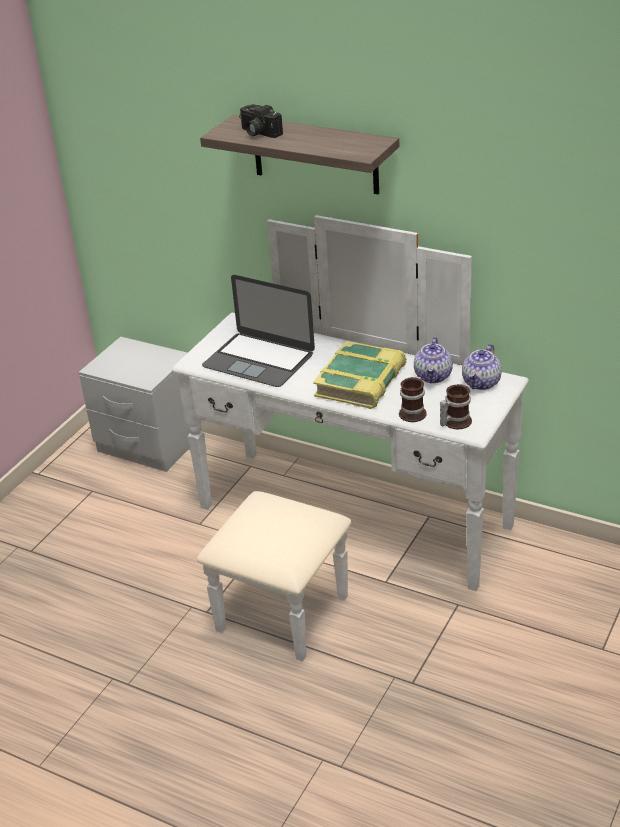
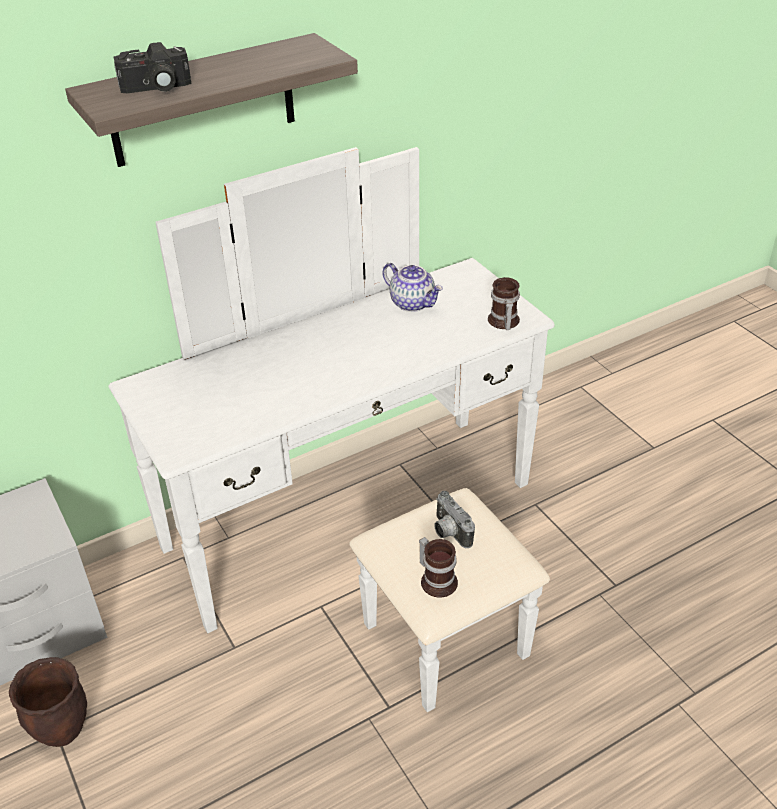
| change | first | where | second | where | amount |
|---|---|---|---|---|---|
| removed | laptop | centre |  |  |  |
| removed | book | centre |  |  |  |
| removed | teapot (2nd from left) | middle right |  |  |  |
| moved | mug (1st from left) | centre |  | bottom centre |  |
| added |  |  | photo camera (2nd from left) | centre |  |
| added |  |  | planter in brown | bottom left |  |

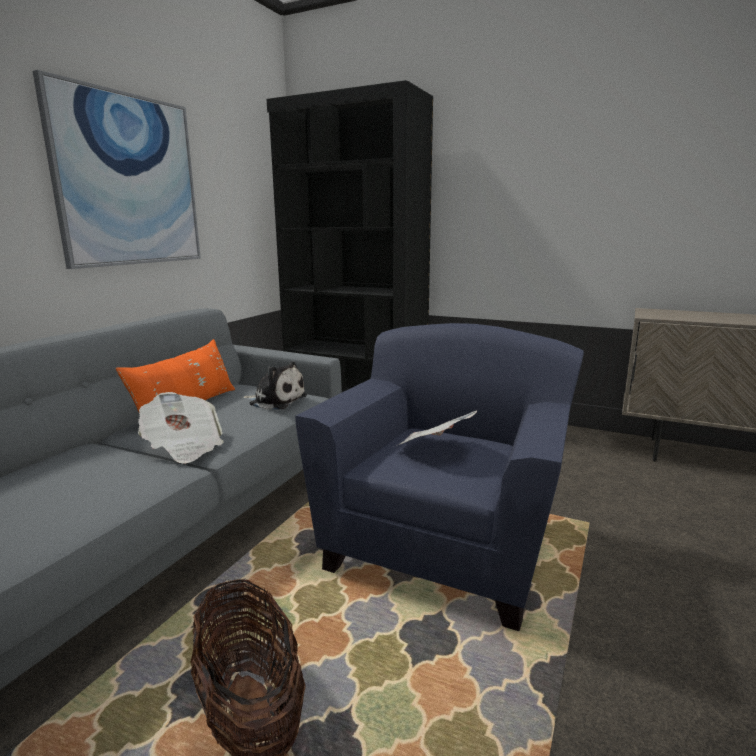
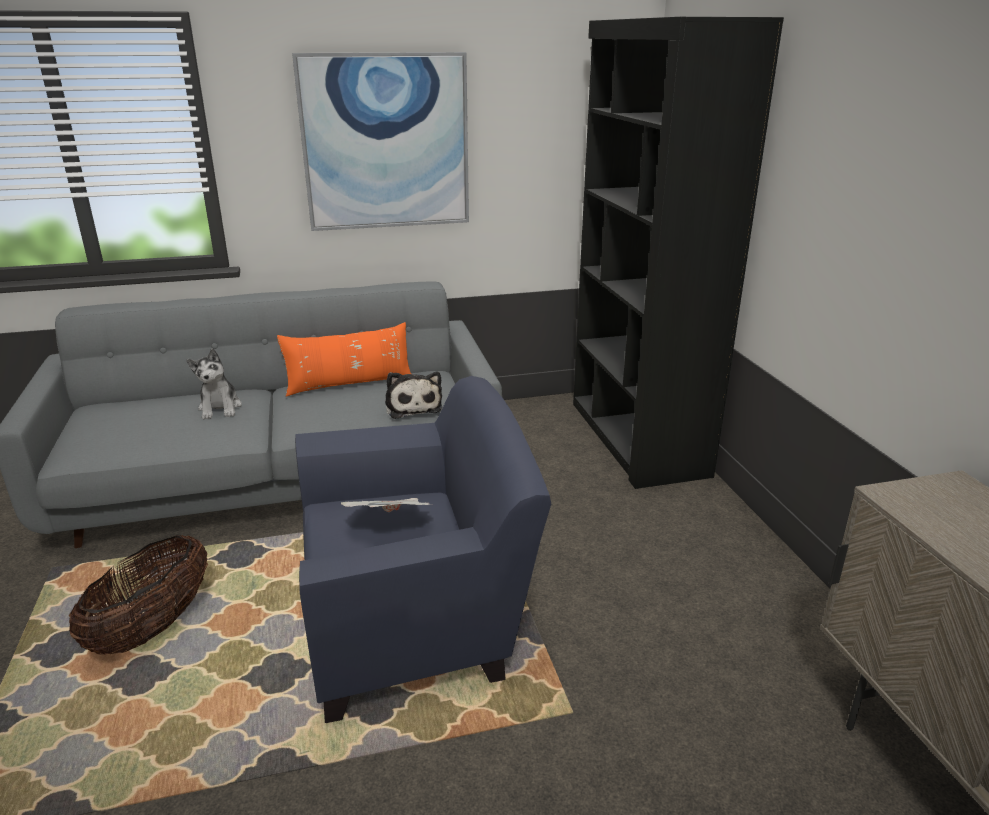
| change | first | where | second | where | amount |
|---|---|---|---|---|---|
| removed | newspaper (1st from left) | middle left |  |  |  |
| added |  |  | plush toy (1st from left) | middle left |  |

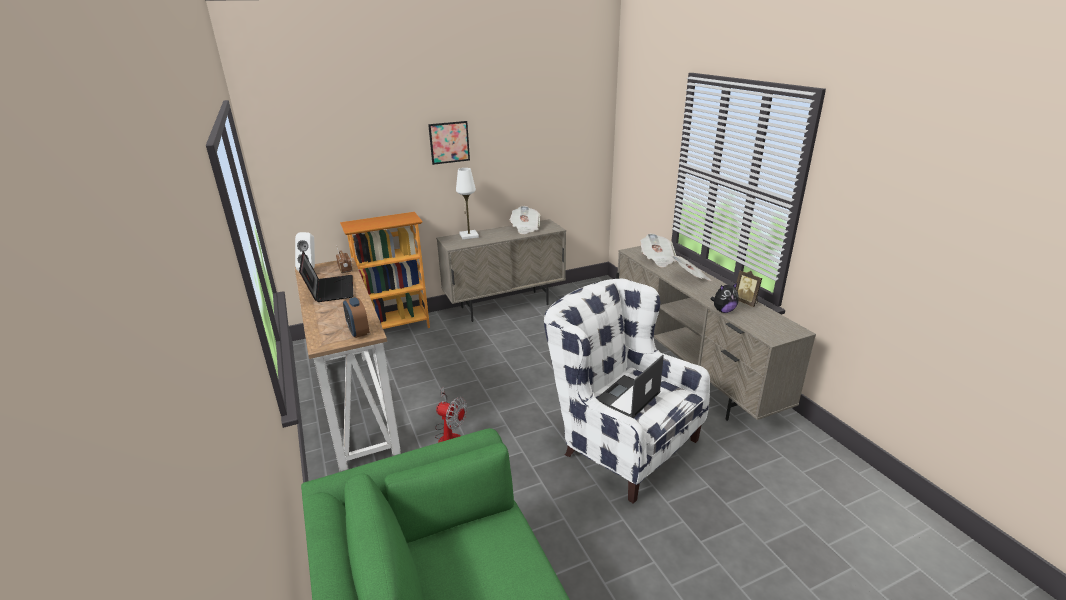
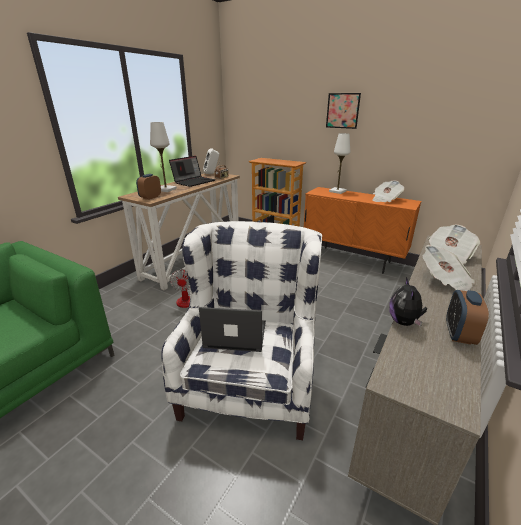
| change | first | where | second | where | amount |
|---|---|---|---|---|---|
| recoloured | cabinet in beige | centre | cabinet in orange | middle right |  |
| replaced | picture frame | middle right | alarm clock (2nd from left) | middle right |  |
| turned | plush toy | middle right |  | middle right | 60 degrees clockwise |
| added |  |  | table lamp in white (1st from left) | top left |  |

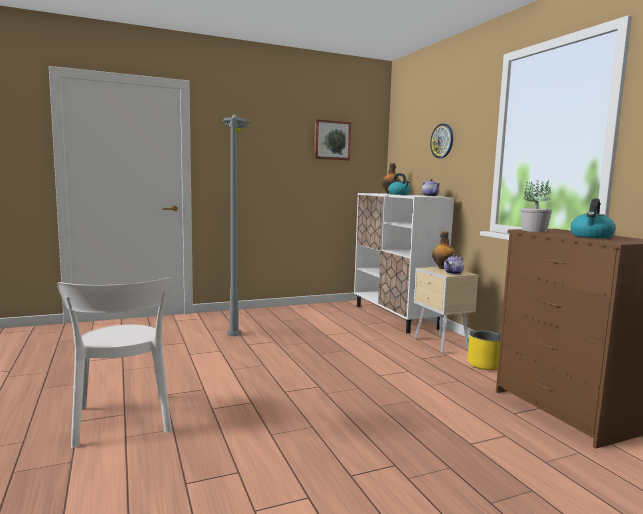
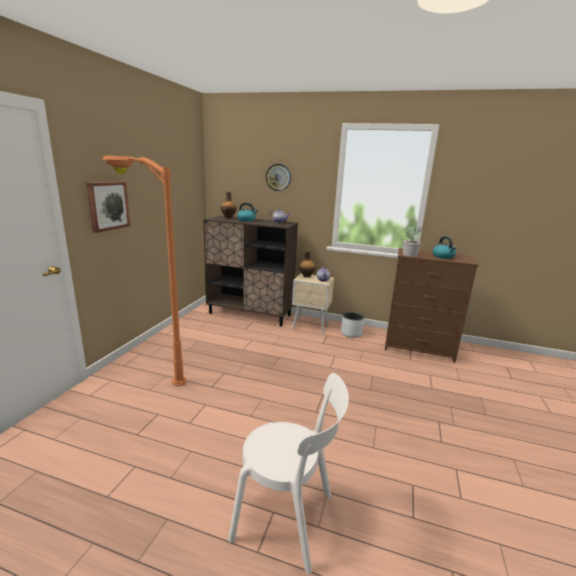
| change | first | where | second | where | amount |
|---|---|---|---|---|---|
| recoloured | floor lamp in grey | centre | floor lamp in orange | middle left |  |
| moved | picture | top centre |  | middle left |  |
| recoloured | cabinet in white | centre | cabinet in brown | centre |  |
| recoloured | planter in yellow | bottom right | planter in grey | centre |  |

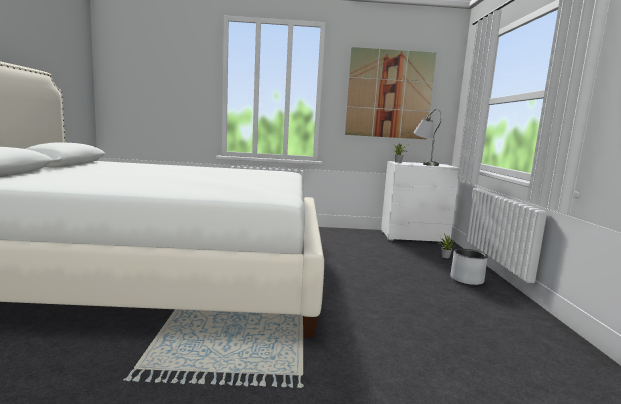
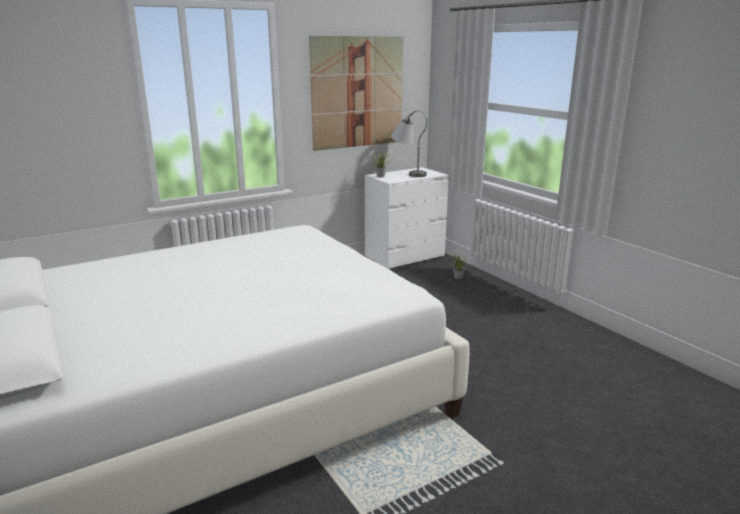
| change | first | where | second | where | amount |
|---|---|---|---|---|---|
| removed | planter in grey | middle right |  |  |  |

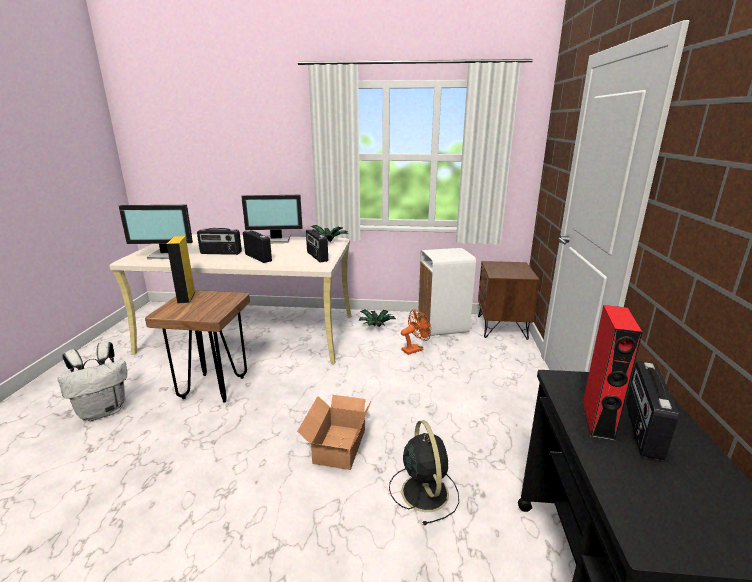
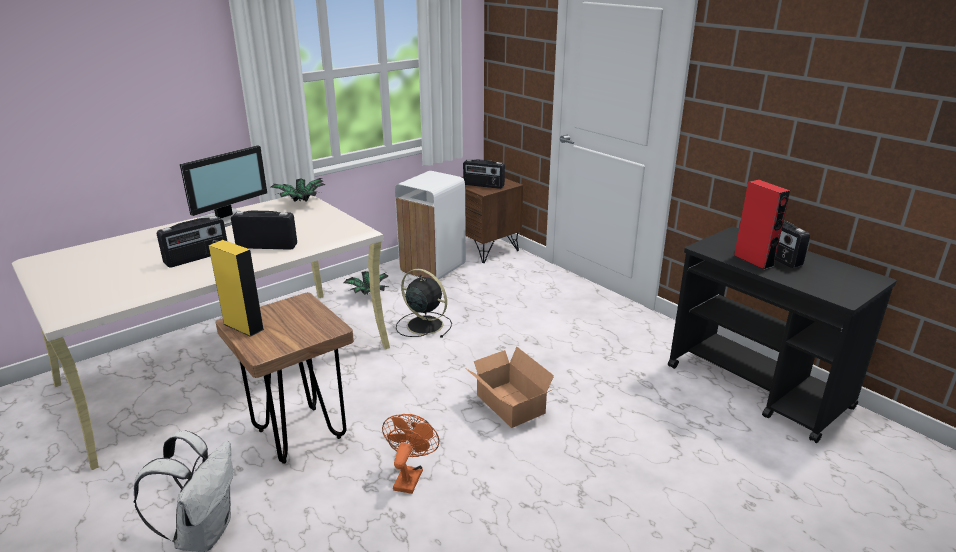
| change | first | where | second | where | amount |
|---|---|---|---|---|---|
| removed | monitor (1st from left) | middle left |  |  |  |
| moved | radio (3rd from left) | centre |  | top centre |  |
| moved | fan in orange | centre |  | bottom centre |  |
| moved | fan in black | bottom centre |  | centre |  |

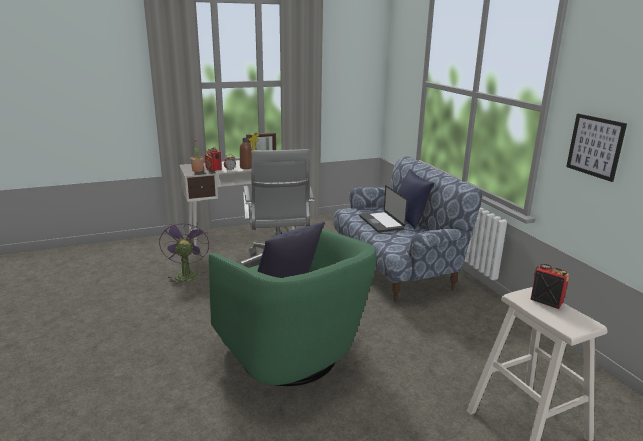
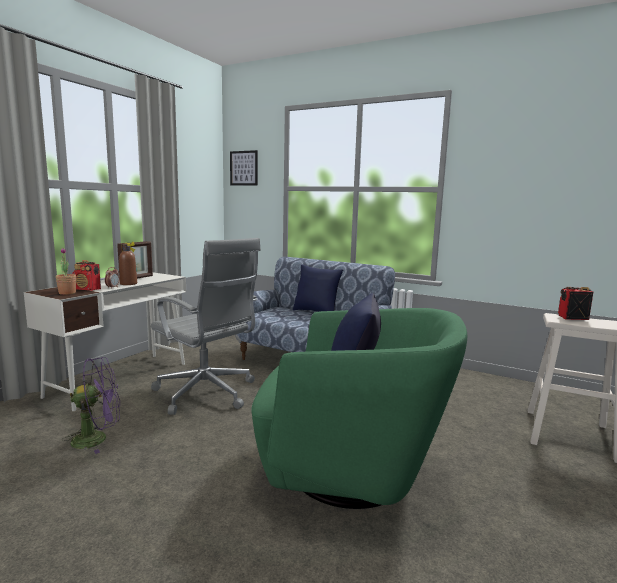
| change | first | where | second | where | amount |
|---|---|---|---|---|---|
| moved | picture | middle right |  | top centre |  |
| removed | laptop | centre |  |  |  |
| turned | fan in purple | middle left |  | bottom left | 120 degrees clockwise |

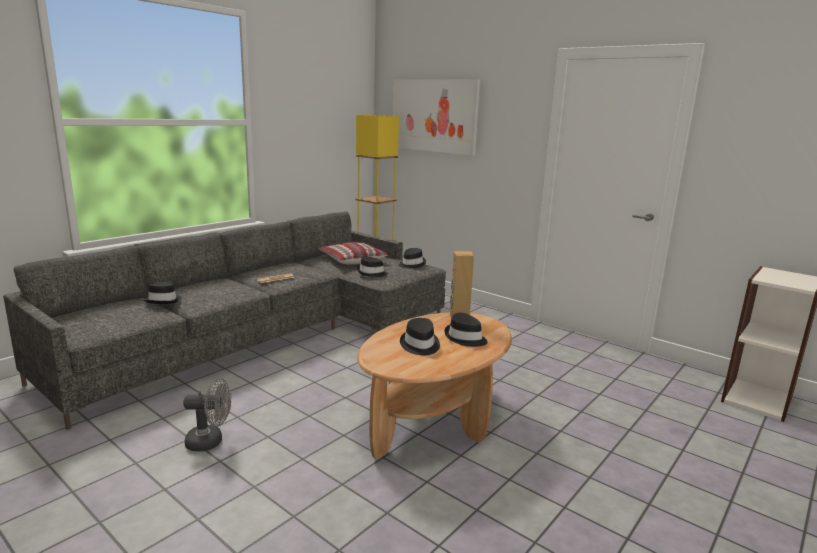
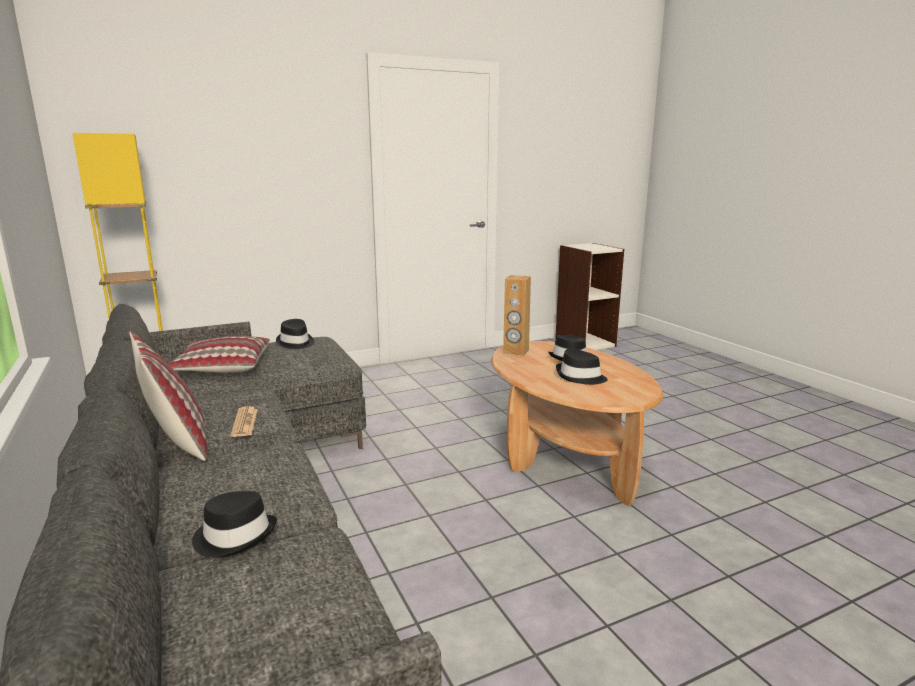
| change | first | where | second | where | amount |
|---|---|---|---|---|---|
| removed | picture | top centre |  |  |  |
| removed | hat in black (2nd from left) | centre |  |  |  |
| removed | fan in grey | bottom left |  |  |  |
| added |  |  | pillow (1st from left) | middle left |  |

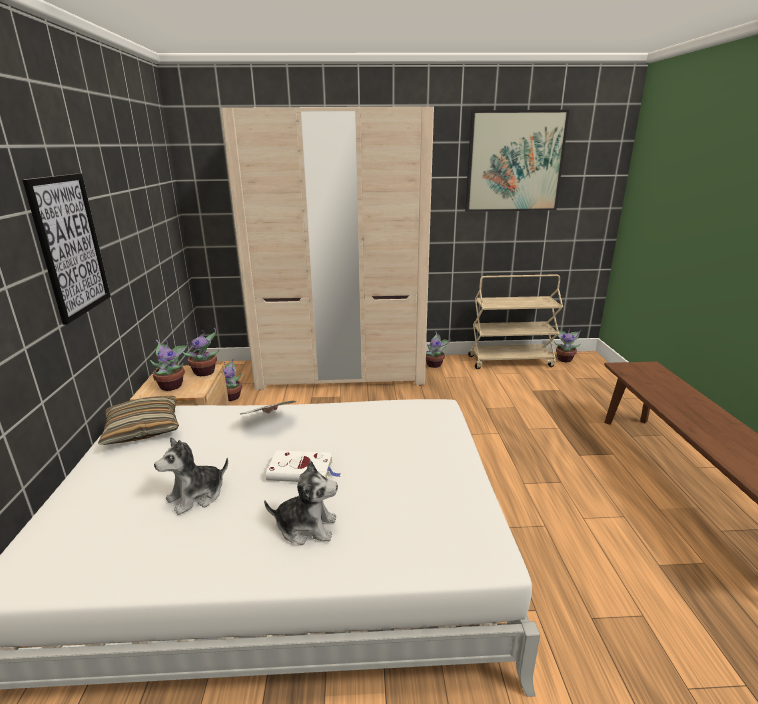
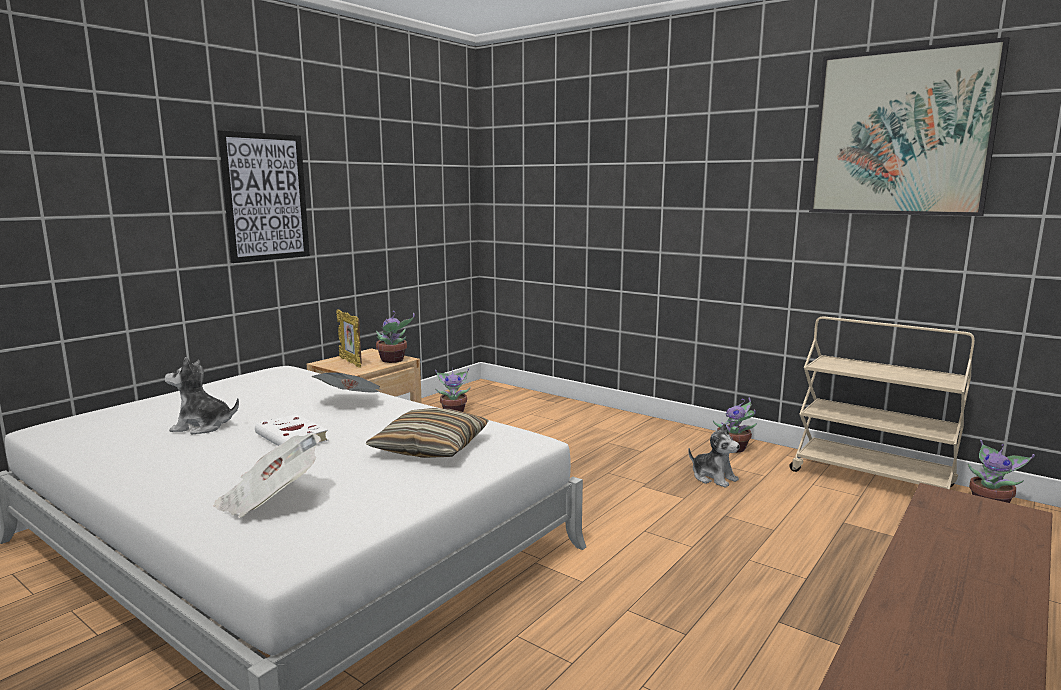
| change | first | where | second | where | amount |
|---|---|---|---|---|---|
| removed | wardrobe in beige | centre |  |  |  |
| replaced | potted plant (1st from left) | middle left | picture frame | middle left |  |
| moved | pillow | middle left |  | centre |  |
| moved | plush toy (2nd from left) | bottom centre |  | middle right |  |
| added |  |  | newspaper (1st from left) | bottom left |  |

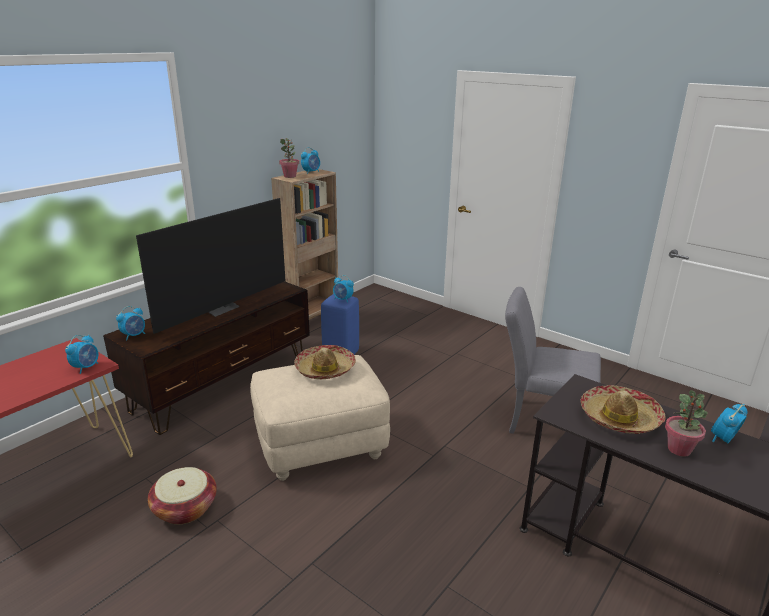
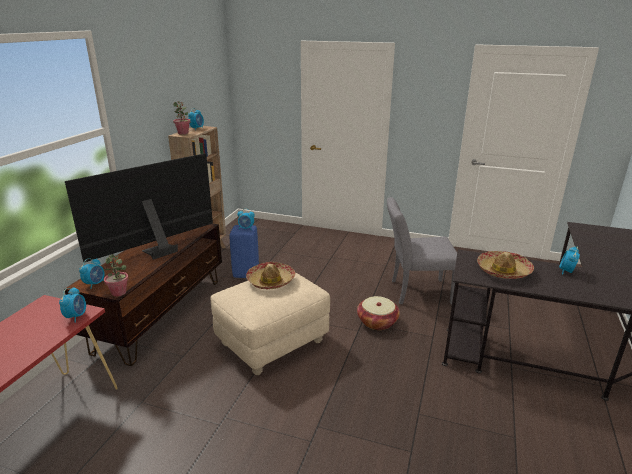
| change | first | where | second | where | amount |
|---|---|---|---|---|---|
| turned | television | middle left |  | middle left | 150 degrees counterclockwise |
| moved | potted plant (2nd from left in the first image) | bottom right | potted plant (1st from left) | middle left |  |
| moved | basket | bottom left |  | centre |  |

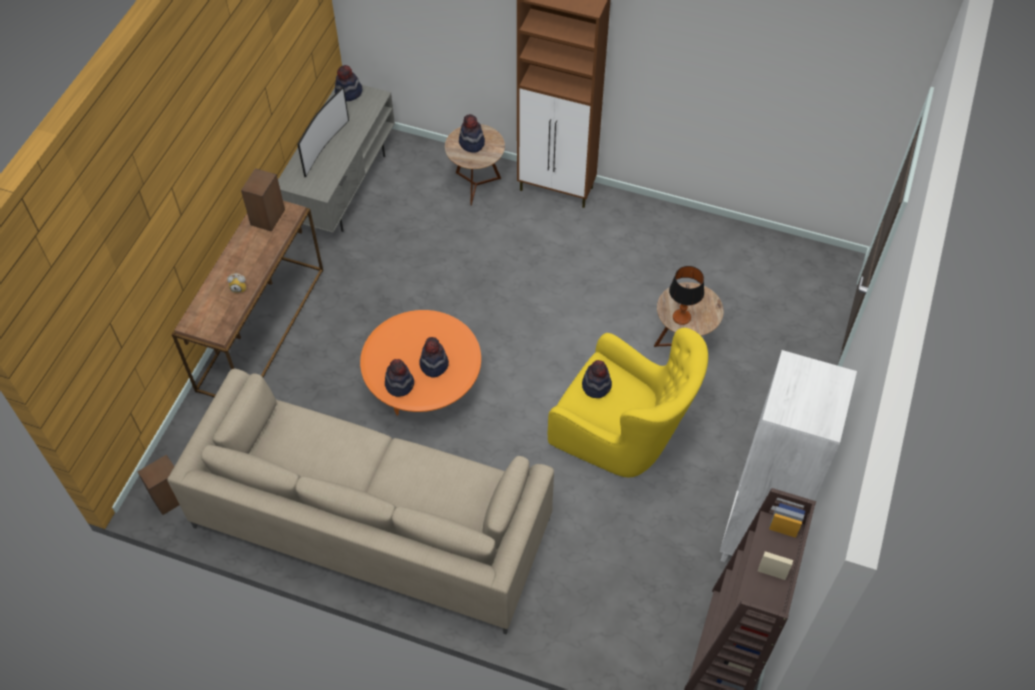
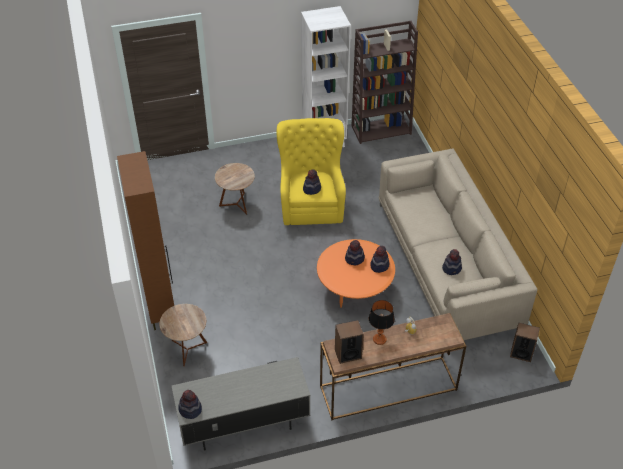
| change | first | where | second | where | amount |
|---|---|---|---|---|---|
| removed | television | top left |  |  |  |
| moved | hat (4th from left in the first image) | top centre | hat (5th from left) | middle right |  |
| moved | table lamp | centre |  | bottom centre |  |

